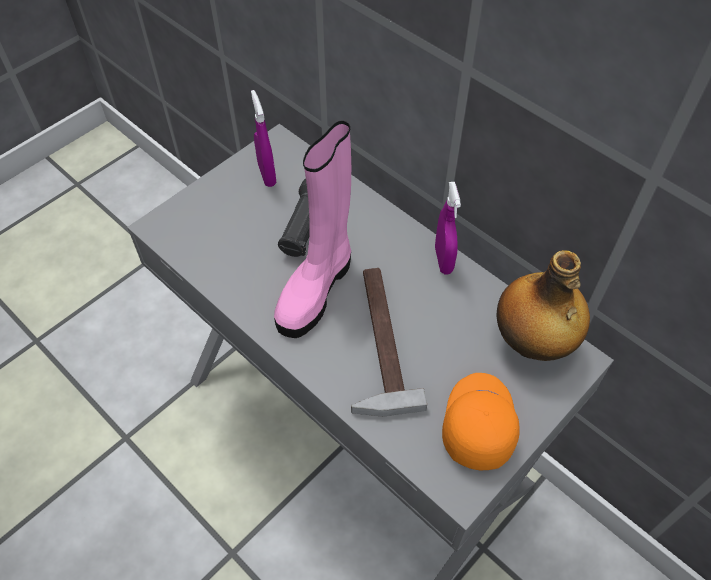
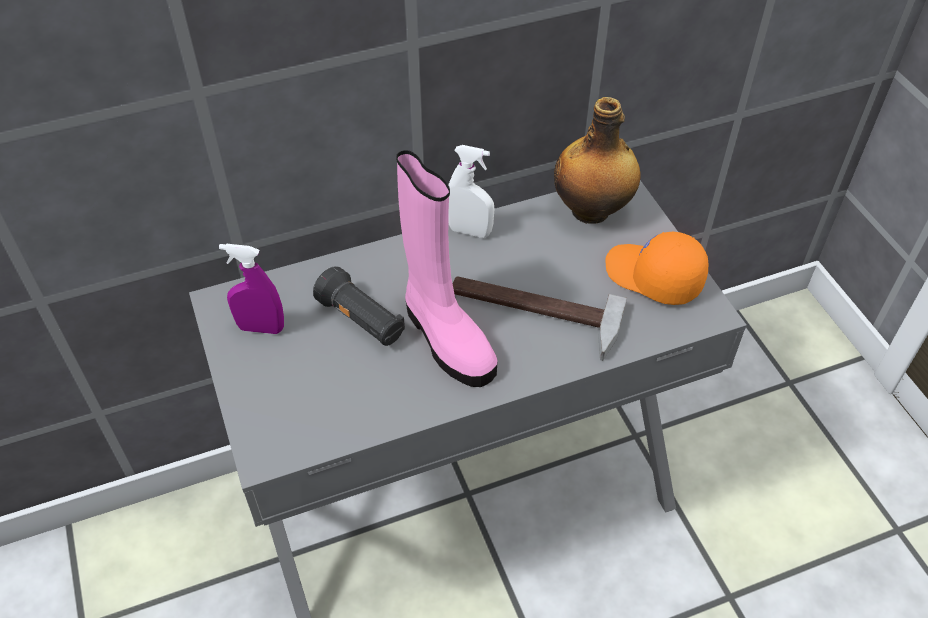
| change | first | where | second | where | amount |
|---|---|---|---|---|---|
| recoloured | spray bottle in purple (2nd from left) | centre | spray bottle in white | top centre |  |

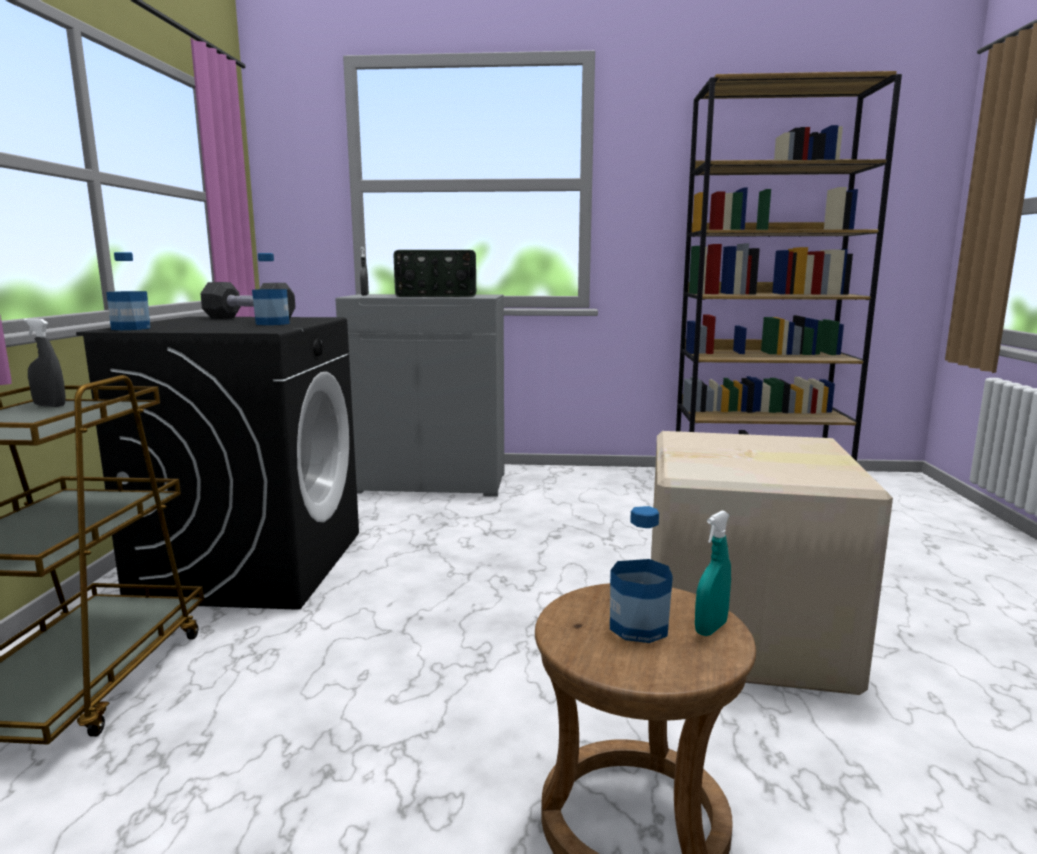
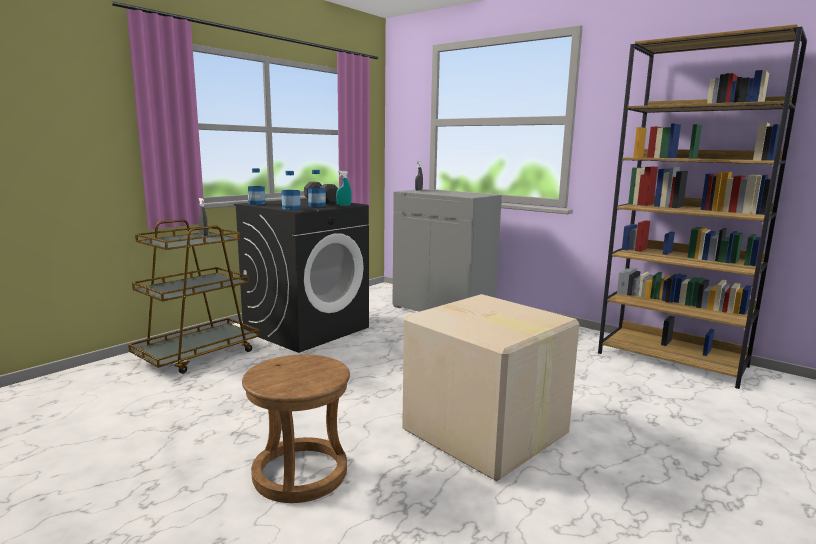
| change | first | where | second | where | amount |
|---|---|---|---|---|---|
| removed | radio | top centre |  |  |  |
| moved | bottle (3rd from left in the first image) | bottom centre | bottle (2nd from left) | centre |  |
| moved | spray bottle in turquoise | bottom right |  | centre |  |

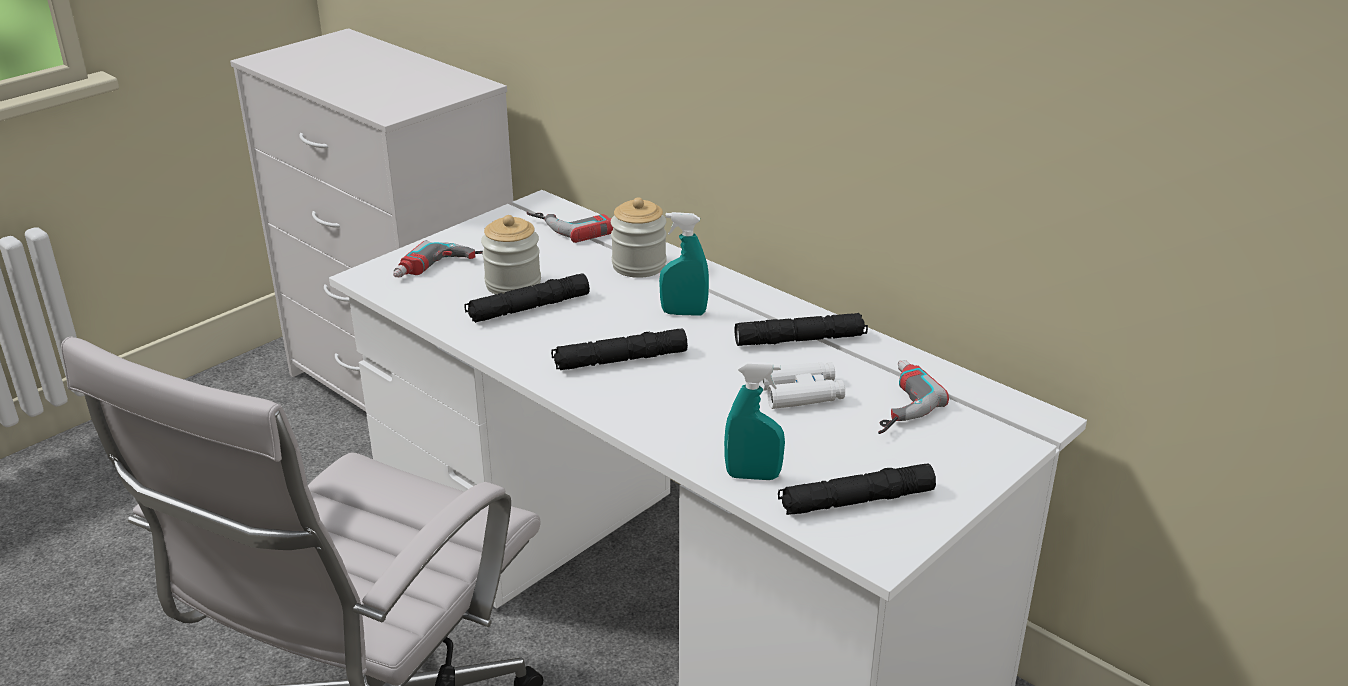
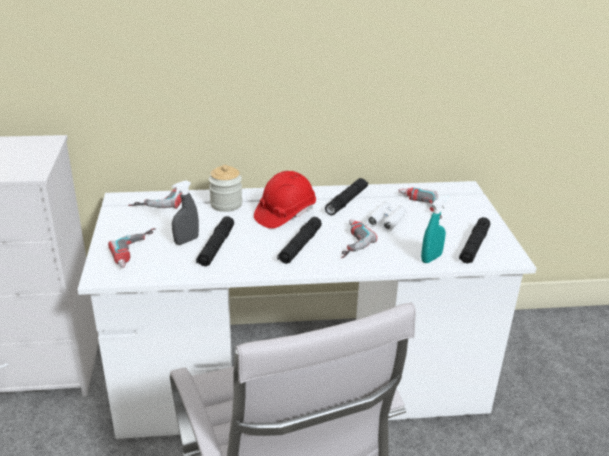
| change | first | where | second | where | amount |
|---|---|---|---|---|---|
| replaced | spray bottle in turquoise (1st from left) | centre | hard hat in red | centre |  |
| replaced | jar (1st from left) | centre | spray bottle in grey | middle left |  |
| added |  |  | power drill (3rd from left) | centre |  |

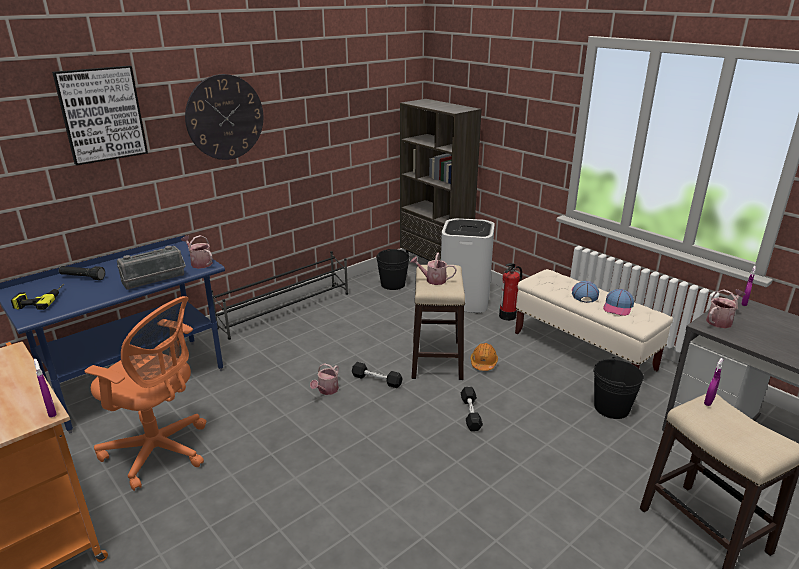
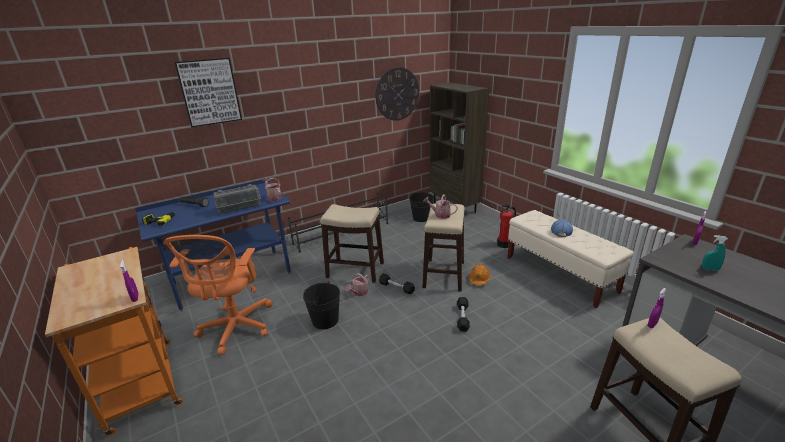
| change | first | where | second | where | amount |
|---|---|---|---|---|---|
| moved | wall clock | top left |  | top centre |  |
| removed | trash can in white | centre |  |  |  |
| removed | cap (2nd from left) | middle right |  |  |  |
| removed | watering can (4th from left) | middle right |  |  |  |
| turned | office chair in orange | bottom left |  | bottom left | 60 degrees clockwise |
| moved | bucket in black (2nd from left in the first image) | bottom right | bucket in black (1st from left) | bottom centre |  |
| added |  |  | stool (1st from left) | centre |  |
| added |  |  | spray bottle in turquoise | middle right |  |

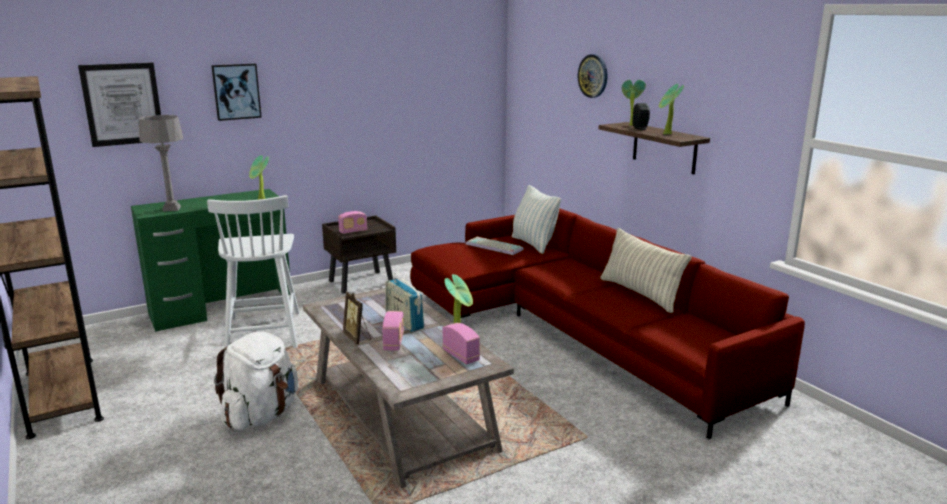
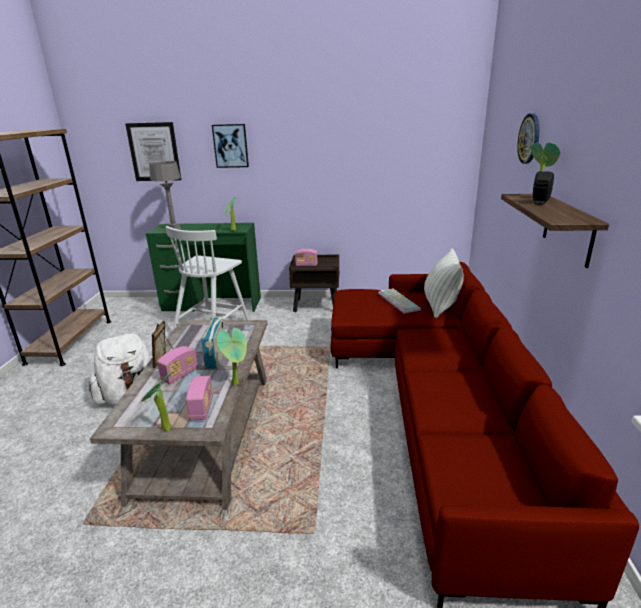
| change | first | where | second | where | amount |
|---|---|---|---|---|---|
| moved | potted plant (4th from left in the first image) | top right | potted plant (1st from left) | middle left |  |
| removed | pillow (2nd from left) | middle right |  |  |  |

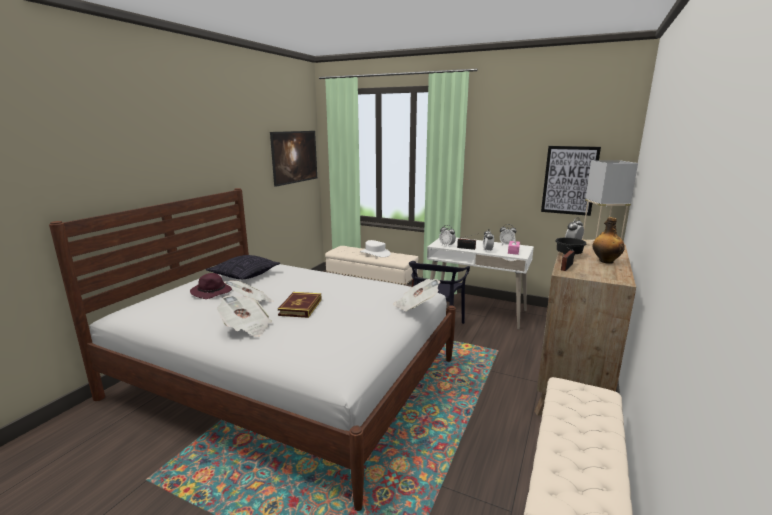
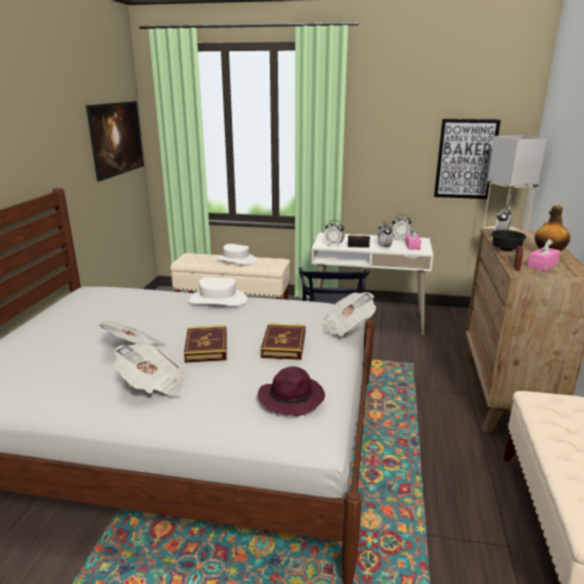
| change | first | where | second | where | amount |
|---|---|---|---|---|---|
| removed | pillow | middle left |  |  |  |
| moved | hat in purple | middle left |  | bottom centre |  |
| added |  |  | tissue box in pink (2nd from left) | middle right |  |
| added |  |  | hat in white (1st from left) | centre |  |
| added |  |  | book (2nd from left) | centre |  |

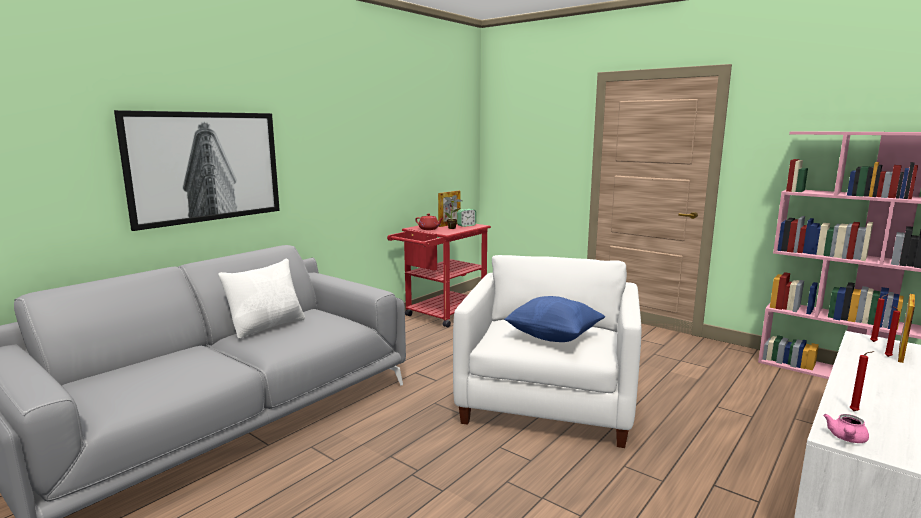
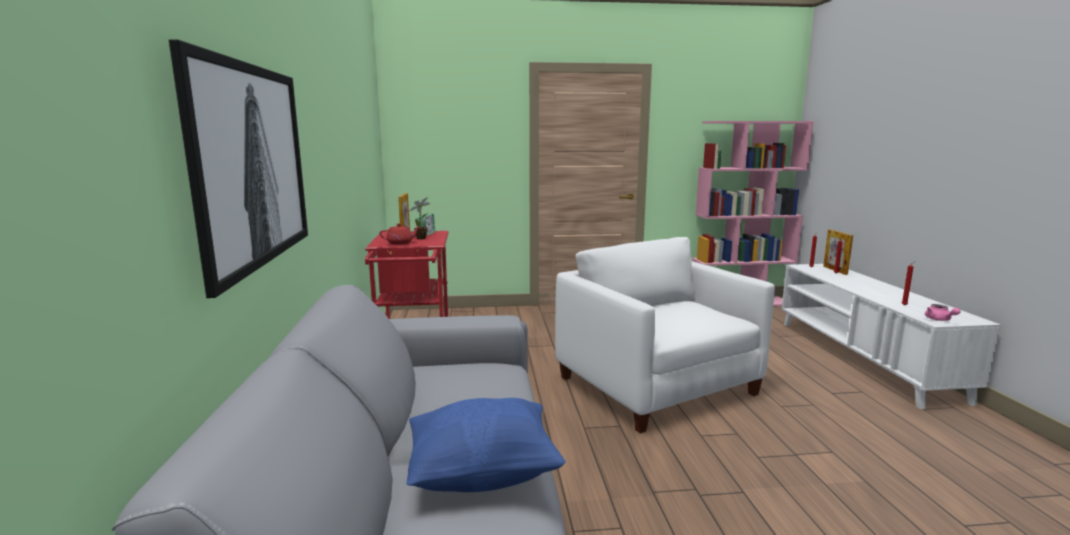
| change | first | where | second | where | amount |
|---|---|---|---|---|---|
| removed | pillow in white | middle left |  |  |  |
| moved | pillow in blue | centre |  | bottom centre |  |

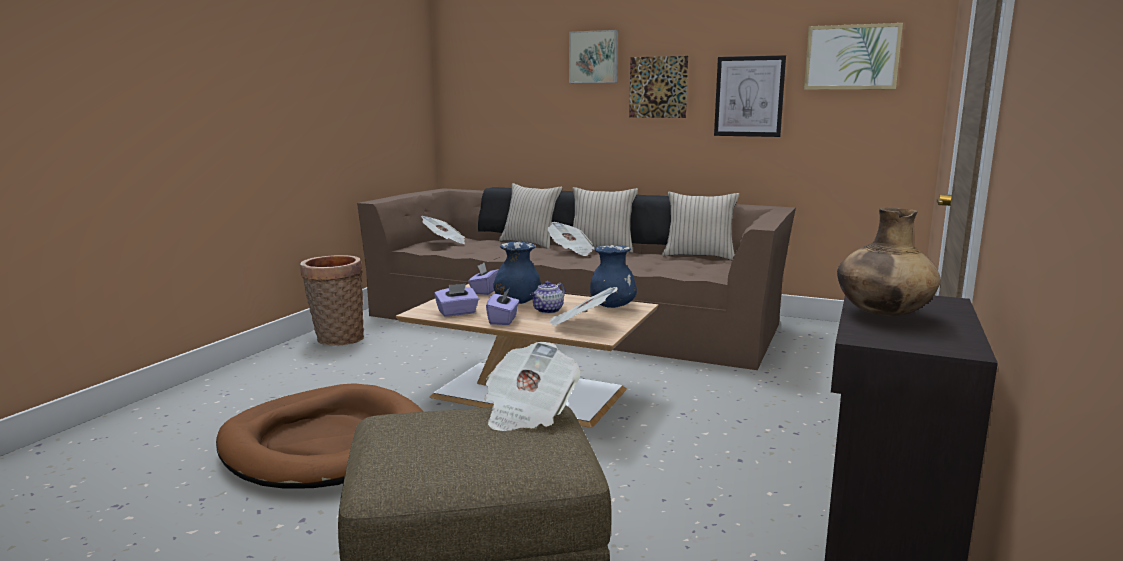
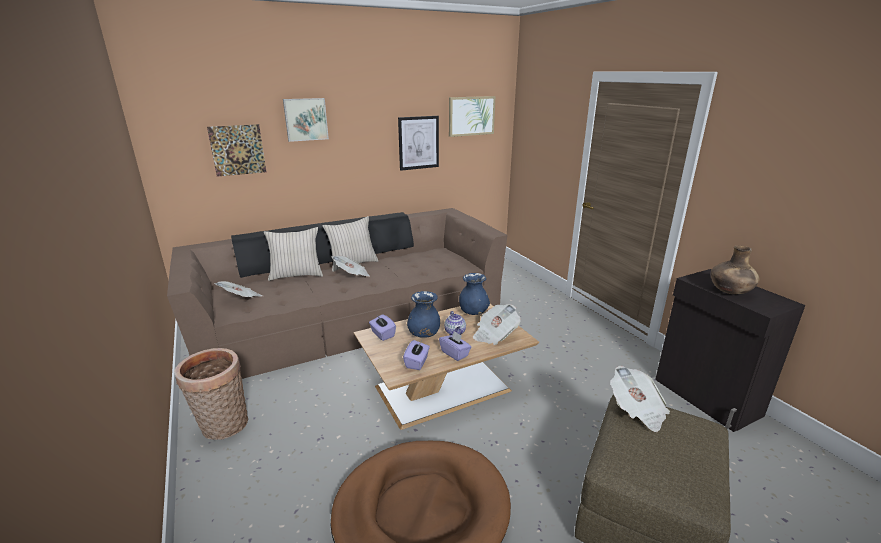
| change | first | where | second | where | amount |
|---|---|---|---|---|---|
| moved | picture (2nd from left in the first image) | top centre | picture (1st from left) | top left |  |
| removed | pillow in beige (3rd from left) | centre |  |  |  |

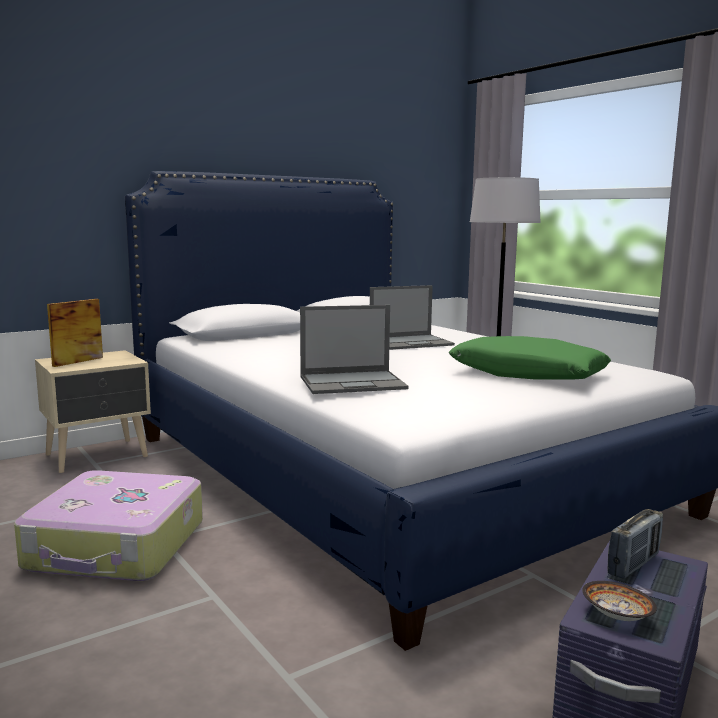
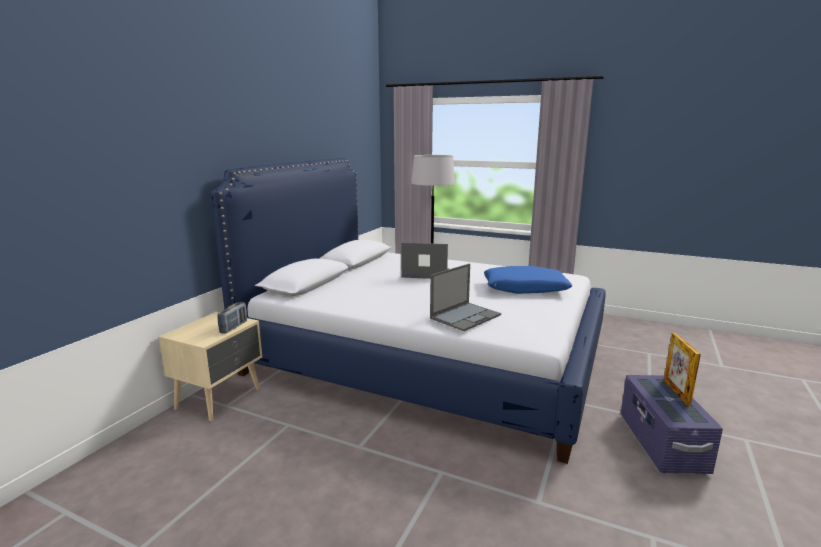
| change | first | where | second | where | amount |
|---|---|---|---|---|---|
| turned | laptop (2nd from left in the first image) | centre | laptop (1st from left) | centre | 120 degrees counterclockwise |
| moved | picture frame | middle left |  | bottom right |  |
| recoloured | pillow in green | middle right | pillow in blue | centre |  |
| removed | suitcase | bottom left |  |  |  |
| moved | radio | bottom right |  | middle left |  |
| removed | bowl | bottom right |  |  |  |

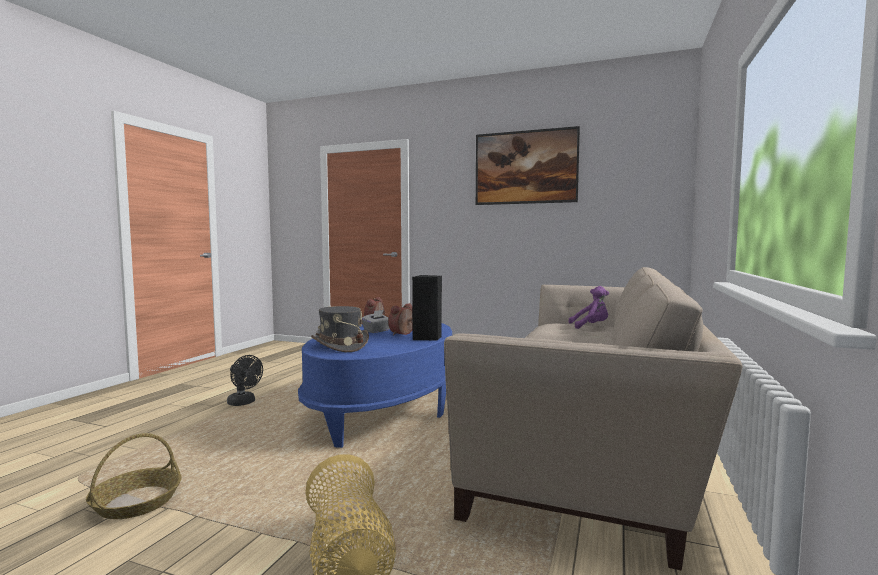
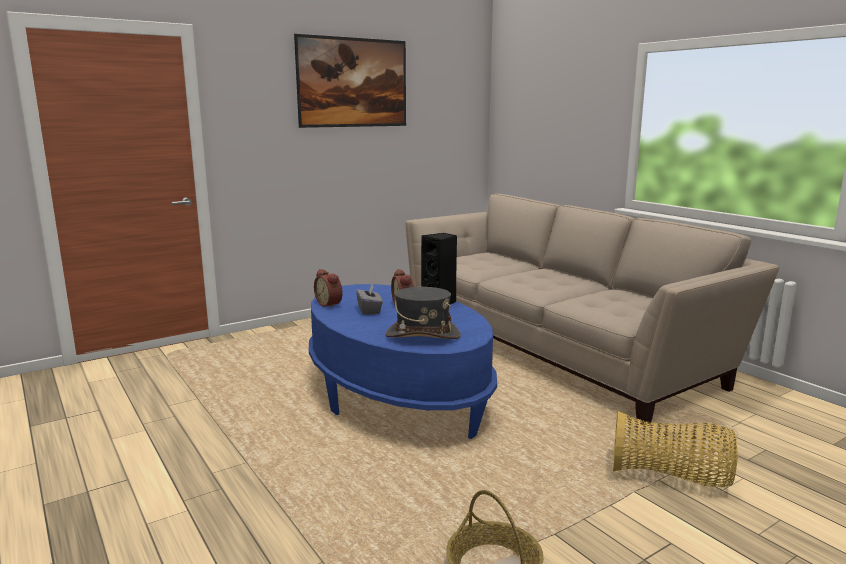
| change | first | where | second | where | amount |
|---|---|---|---|---|---|
| removed | plush toy in purple | middle right |  |  |  |
| removed | fan in black | middle left |  |  |  |

